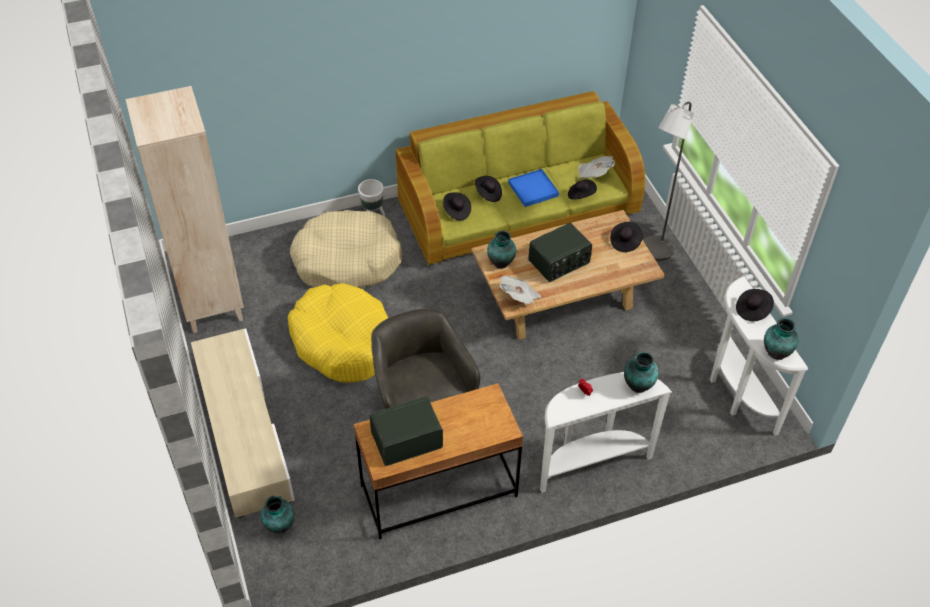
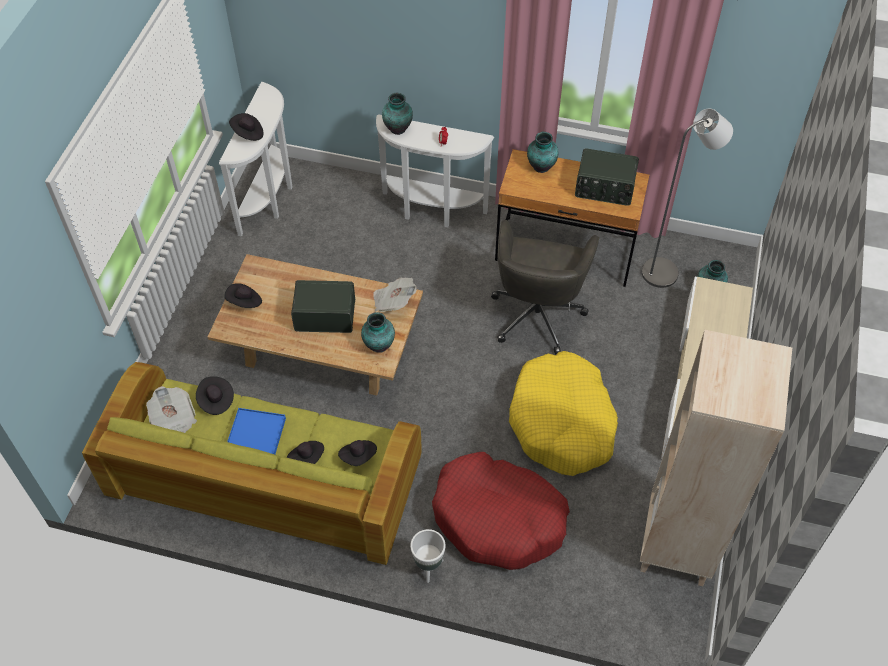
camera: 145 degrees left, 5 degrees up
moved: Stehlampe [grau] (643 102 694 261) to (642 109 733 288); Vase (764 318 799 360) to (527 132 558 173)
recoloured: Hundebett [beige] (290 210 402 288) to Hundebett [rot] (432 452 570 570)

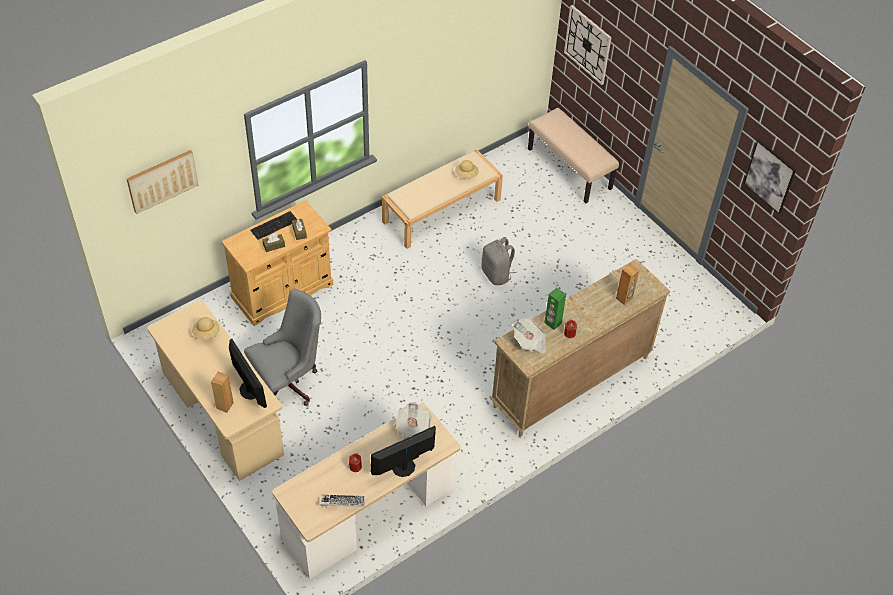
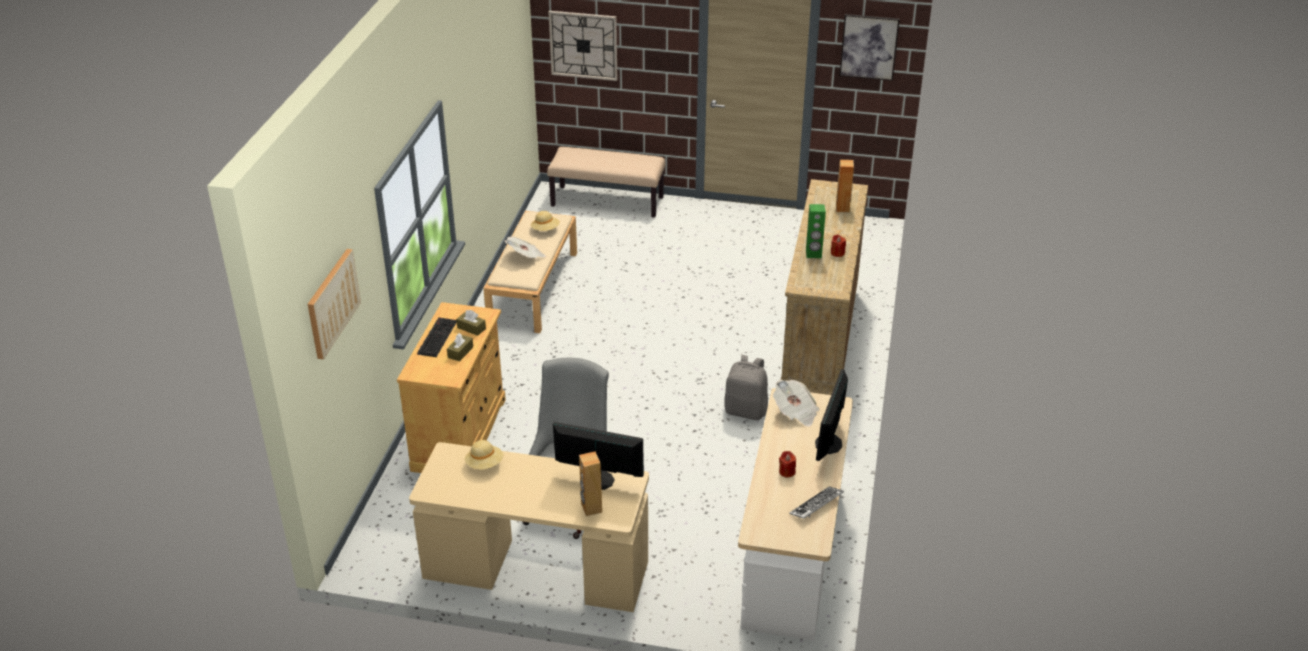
camera: 40 degrees left, 15 degrees down
moved: Rucksack [grau] (481 237 517 285) to (724 355 768 420); Zeitung (513 318 546 353) to (505 237 546 259)

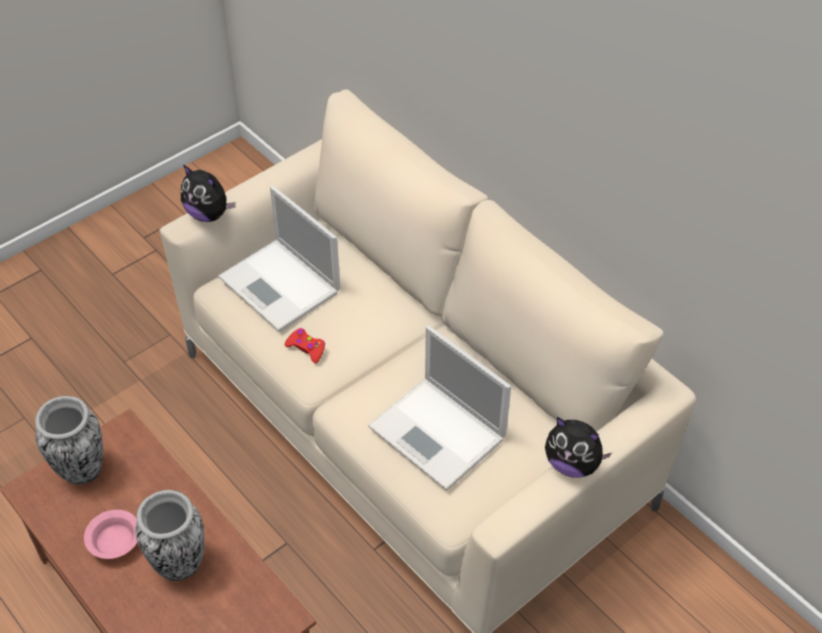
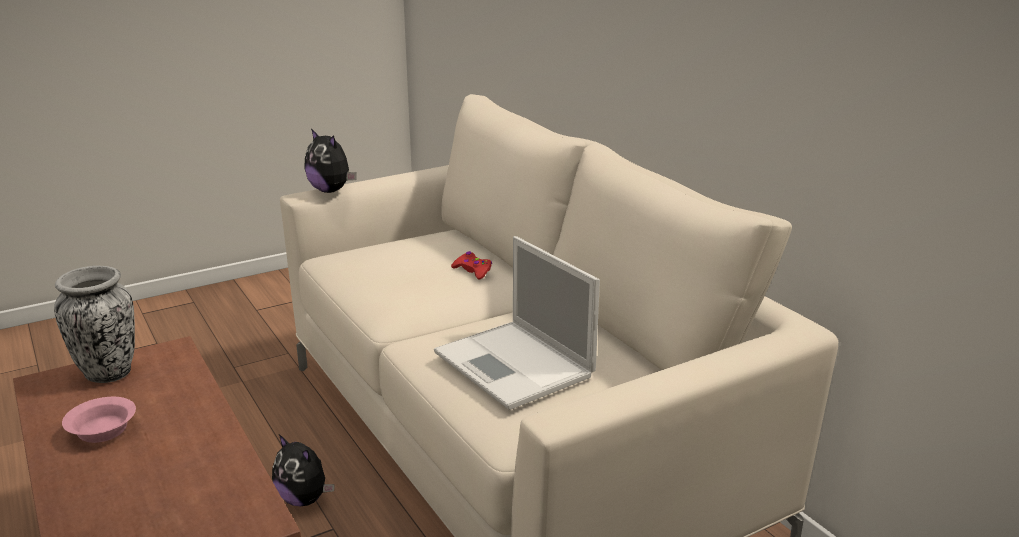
camera: 10 degrees right, 25 degrees down
removed: Vase (135 490 204 581); Laptop (218 186 340 332)
moved: Gamepad [rot] (285 328 325 363) to (451 251 492 279); Plüschtier (545 417 612 478) to (272 435 334 506)

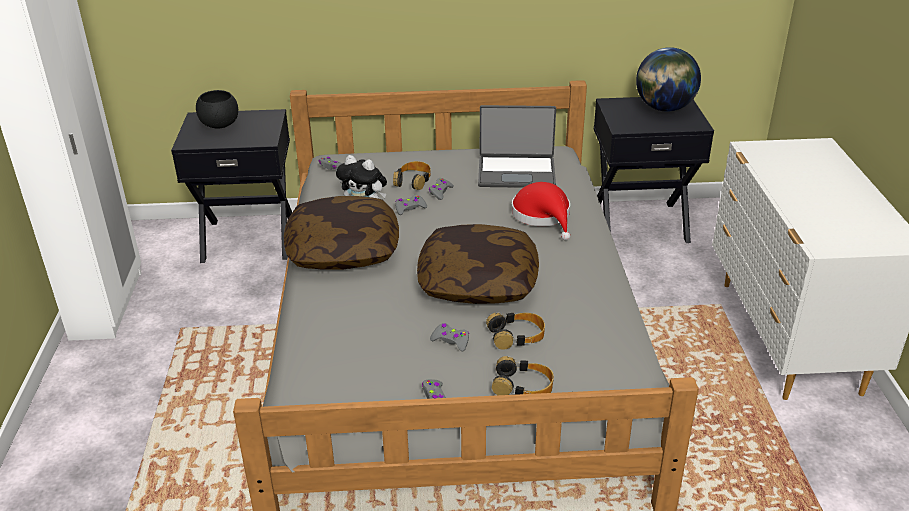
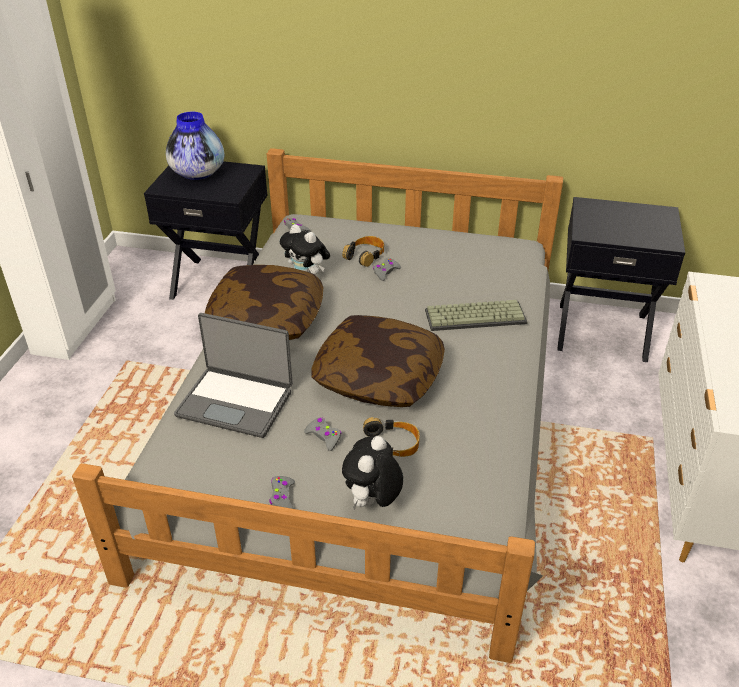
camera: 15 degrees right, 5 degrees up
removed: Gamepad [grau] (395 195 427 215); Globus (636 47 701 112)
moved: Laptop (478 105 556 188) to (174 313 293 438)
replaced: Schüssel [schwarz] (196 90 238 129) to Vase (166 112 225 180); Kopfhörer (492 356 554 395) to Plüschtier (342 436 403 510); Hut [rot] (512 182 570 241) to Tastatur (425 300 528 331)

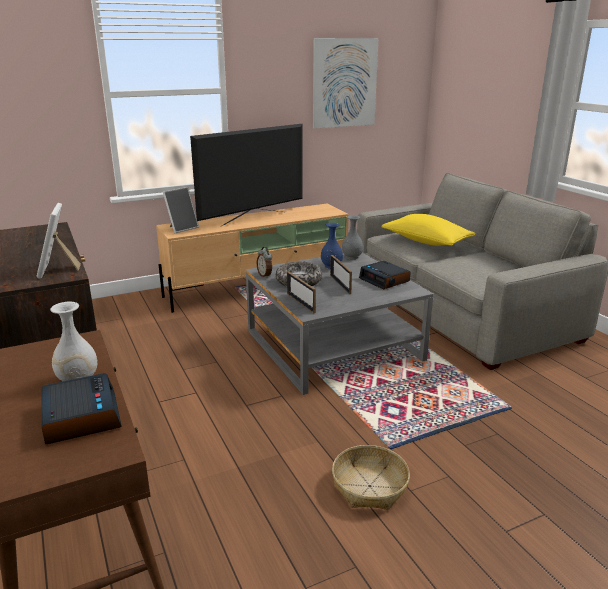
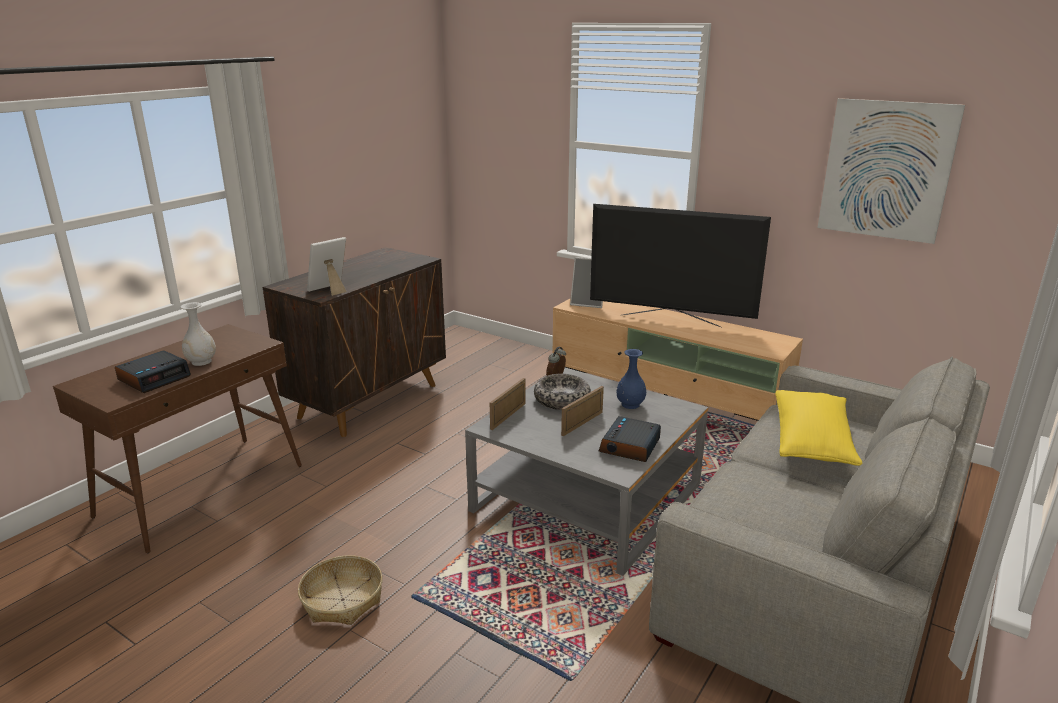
camera: 60 degrees right, 0 degrees up
removed: Vase [grau] (342 215 363 260)

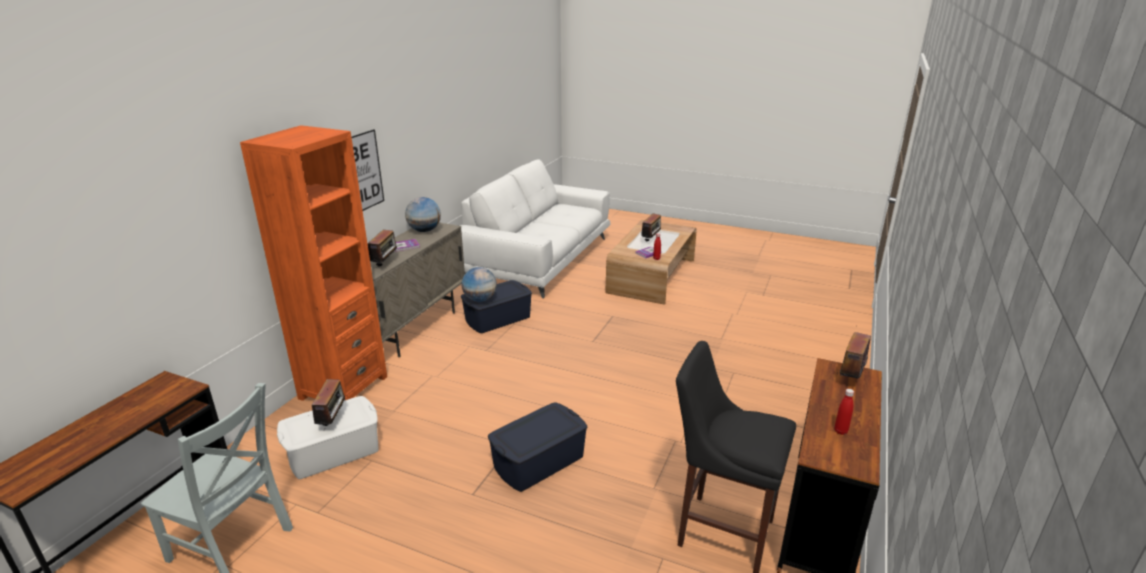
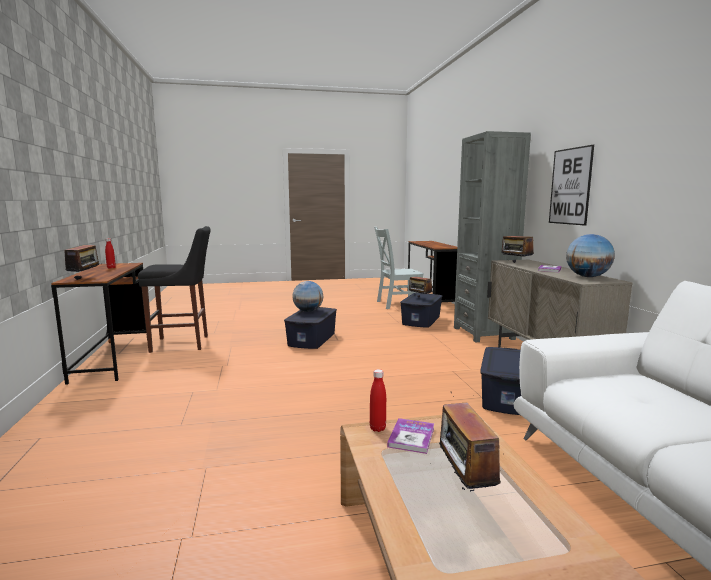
camera: 145 degrees right, 15 degrees down
moved: Globus (461 267 497 302) to (292 281 323 312)
recoloured: Bücherregal [orange] (240 125 387 401) to Bücherregal [grau] (454 131 531 342); Aufbewahrungsbox [weiß] (277 396 379 479) to Aufbewahrungsbox [blau] (400 293 442 328)

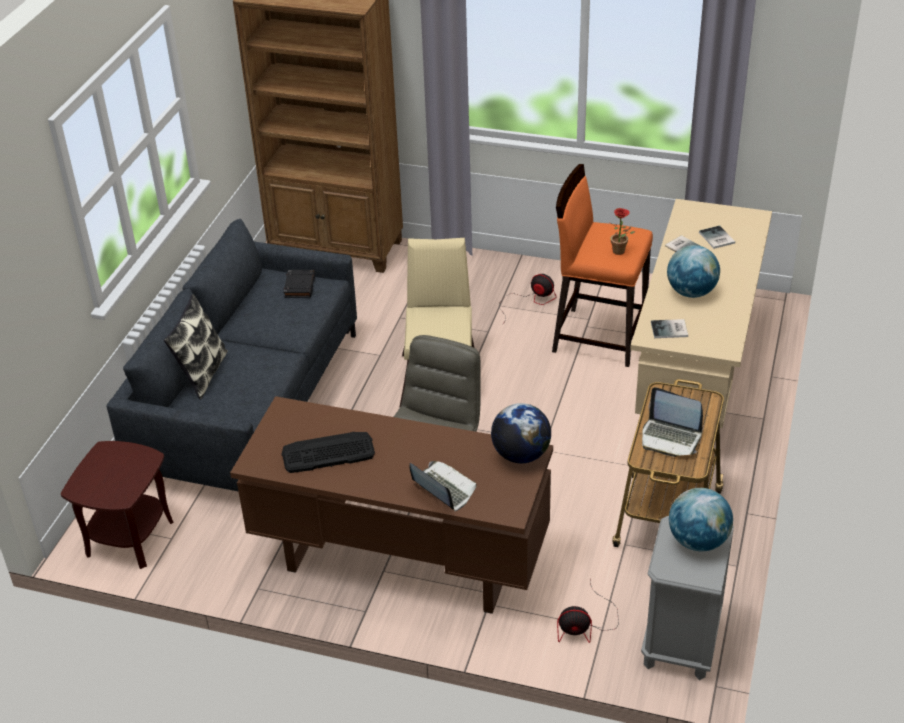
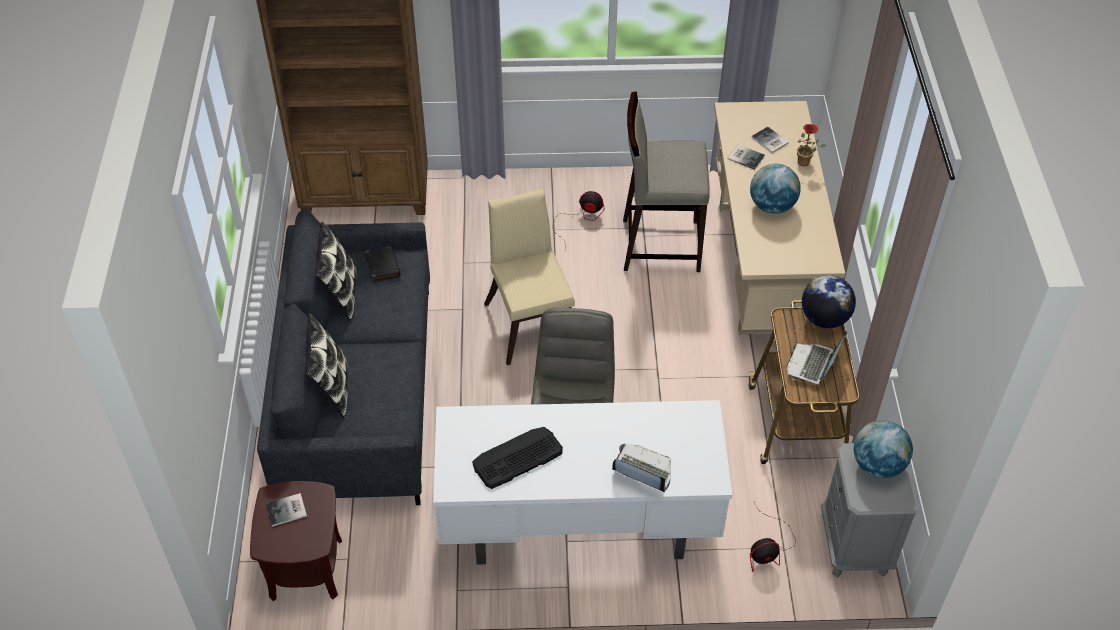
camera: 20 degrees left, 10 degrees up
added: Kissen (316 222 357 321)
moved: Globus (491 403 551 463) to (802 275 856 328); Topfpflanze (611 208 635 255) to (797 124 826 166); Buch (651 319 688 338) to (266 493 307 527)
recoloured: Schreibtisch [braun] (230 396 553 614) to Schreibtisch [weiß] (433 400 733 565); Hocker [orange] (552 164 653 367) to Hocker [beige] (623 91 710 272)
turned: Laptop (642 387 703 457) = (787 331 847 384) 105 degrees clockwise

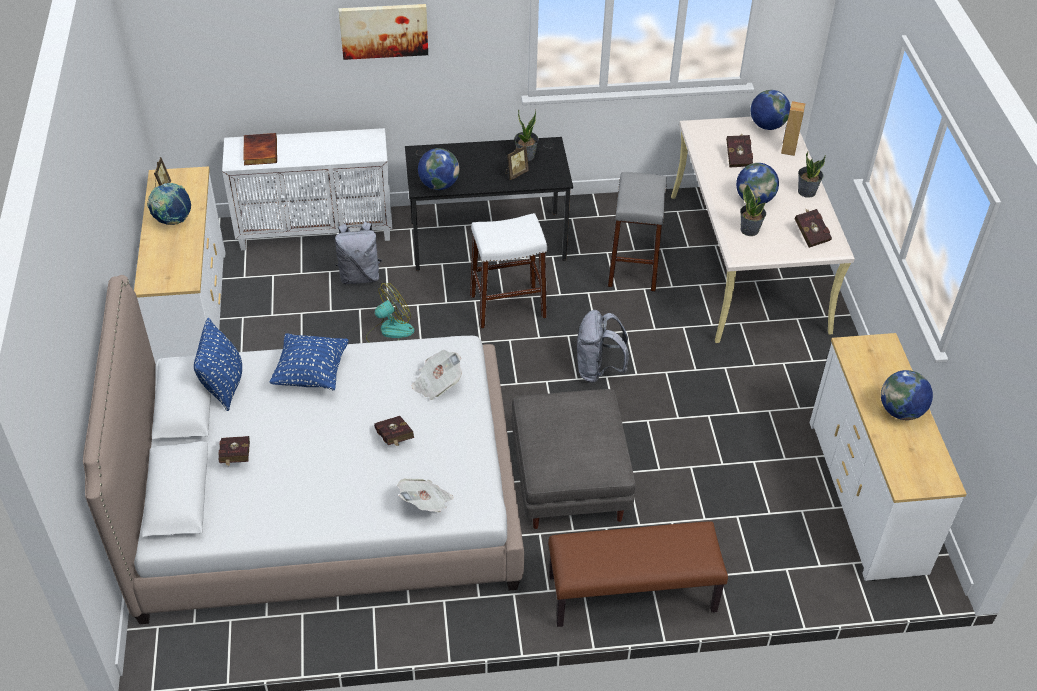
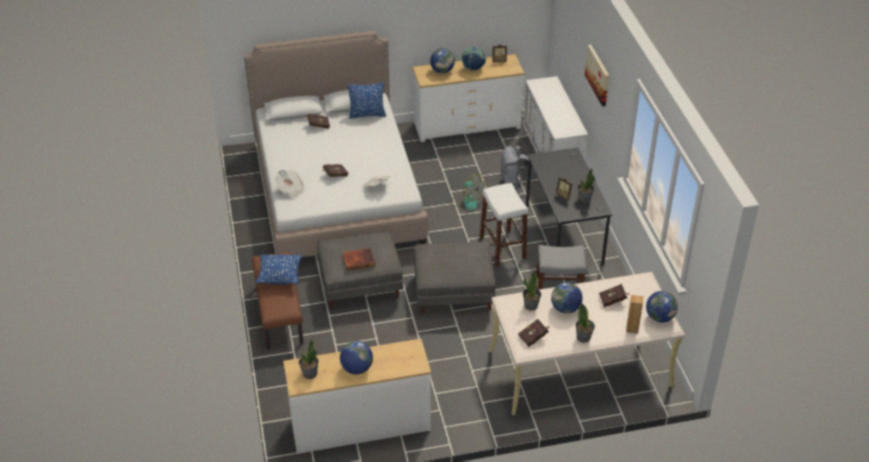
camera: 85 degrees right, 5 degrees down
added: Topfpflanze (299 339 319 379)
moved: Buch (243 133 277 165) to (343 248 375 271); Kissen [blau] (269 333 349 390) to (256 254 302 285); Globus (418 148 459 190) to (430 48 455 73)
replaced: Rucksack [grau] (577 310 629 383) to Polsterhocker [grau] (414 242 496 313)

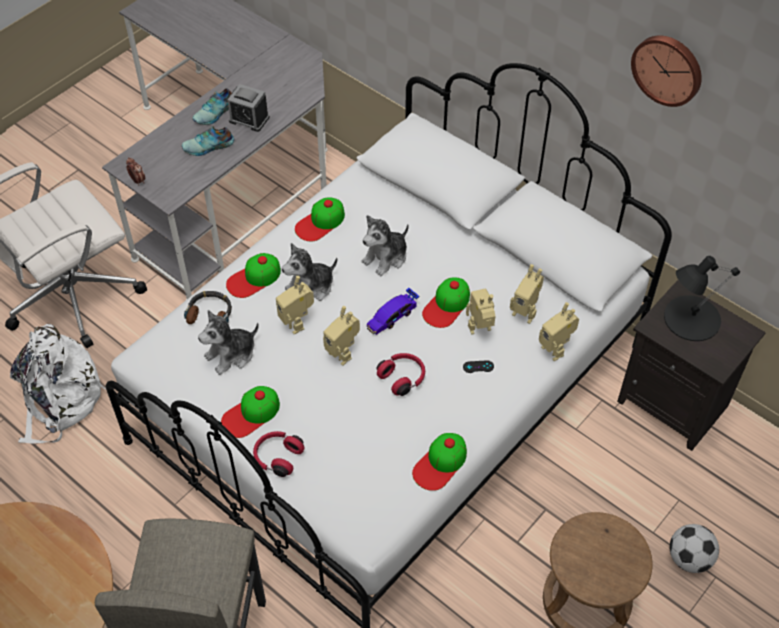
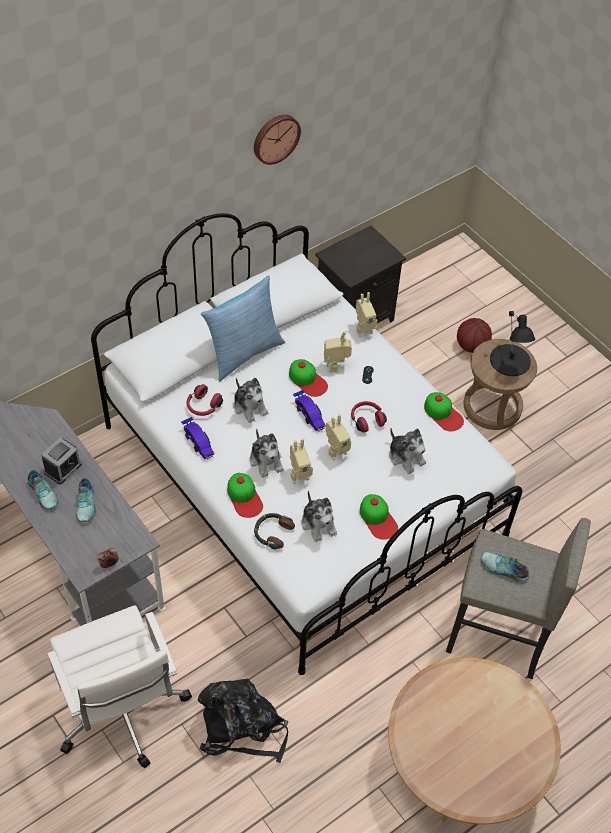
camera: 80 degrees left, 0 degrees up
removed: Spielzeugroboter (510 264 544 324)
added: Kissen (201 276 285 381); Plüschtier (390 428 426 474); Schuh (481 552 529 582)
moved: Kopfhörer [rot] (253 431 305 477) to (187 384 223 416); Tischlampe [schwarz] (664 256 740 341) to (490 311 535 376)
replaced: Kappe (295 197 345 241) to Spielzeugauto (181 417 214 459); Fußball (670 524 719 573) to Basketball (457 318 492 353)
recoloured: Rucksack [weiß] (10 324 106 443) to Rucksack [schwarz] (198 678 288 763)

